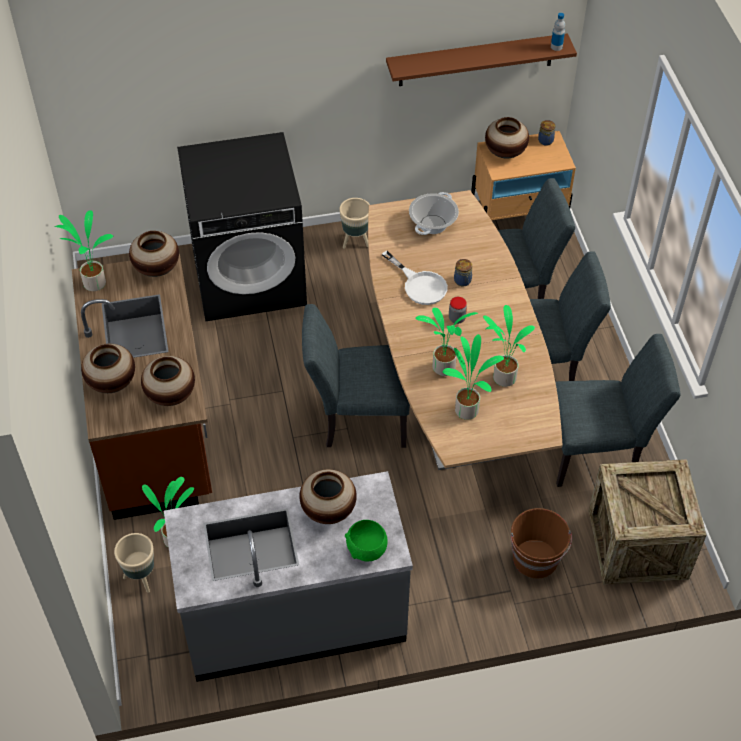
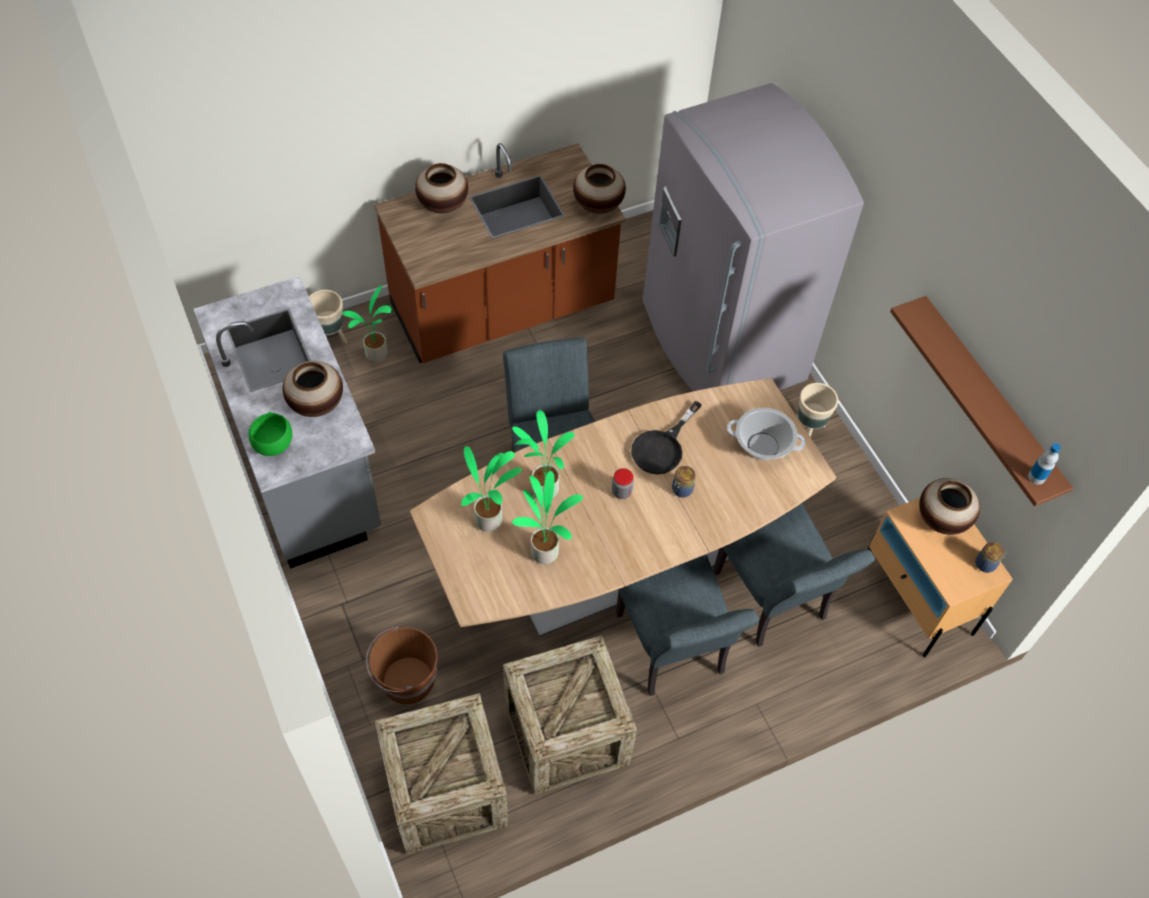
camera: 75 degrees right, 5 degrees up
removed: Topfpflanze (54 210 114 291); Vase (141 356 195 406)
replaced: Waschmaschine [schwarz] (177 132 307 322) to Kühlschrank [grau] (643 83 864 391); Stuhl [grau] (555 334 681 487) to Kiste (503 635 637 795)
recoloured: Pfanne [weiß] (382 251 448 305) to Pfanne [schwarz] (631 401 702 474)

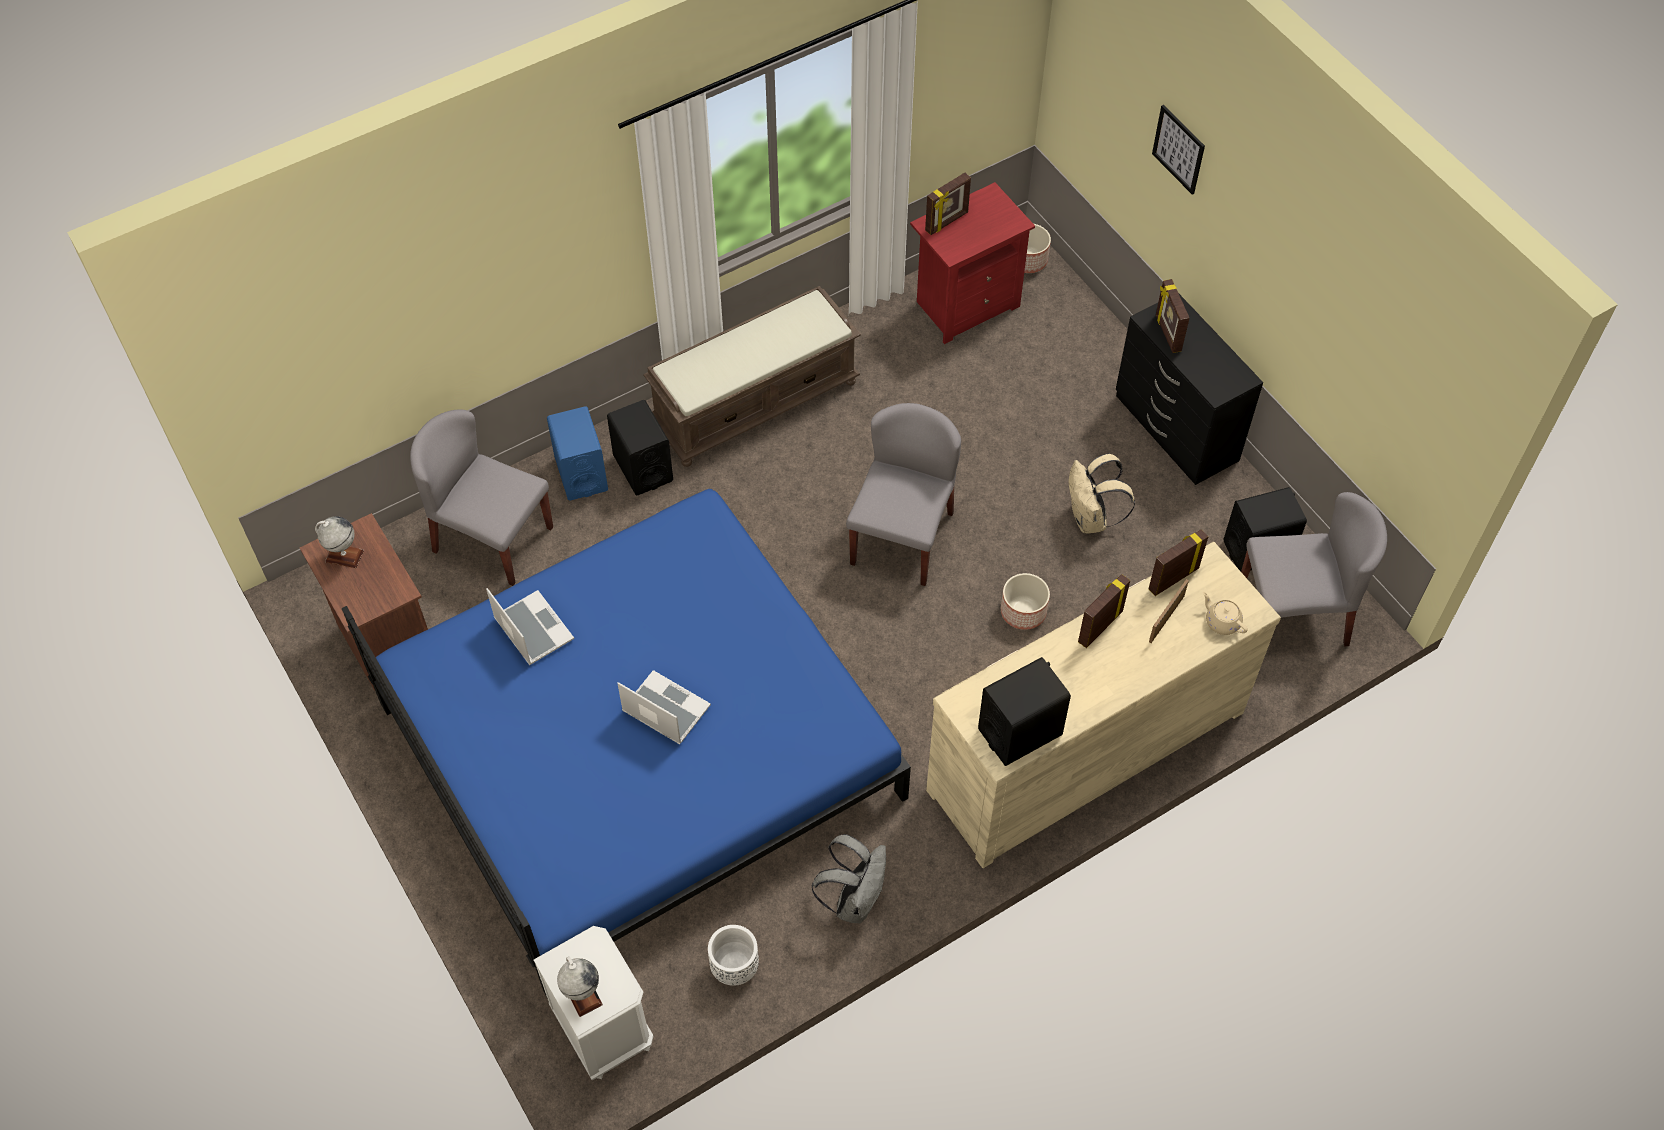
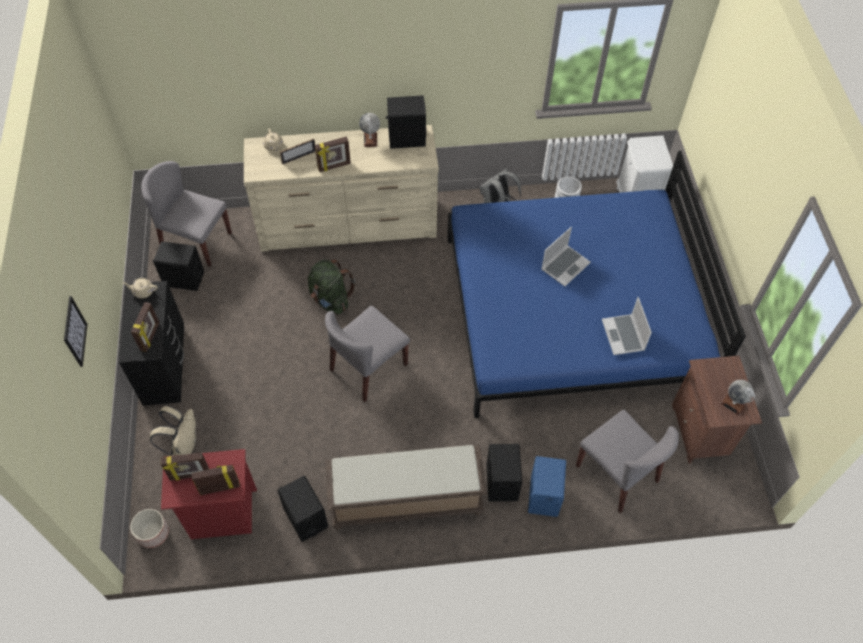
camera: 155 degrees left, 0 degrees up
added: Teekanne [beige] (123 278 158 298); Lautsprecher [schwarz] (277 476 328 542)
moved: Globus (557 957 603 1017) to (359 113 380 147); Rucksack [beige] (1068 454 1135 534) to (150 406 196 456); Bilderrahmen (1148 529 1208 596) to (161 452 209 481)
replaced: Pflanzkübel (1001 573 1050 630) to Rucksack [grün] (308 259 355 314)
turned: Laptop (617 670 711 745) = (541 227 591 286) 105 degrees counterclockwise

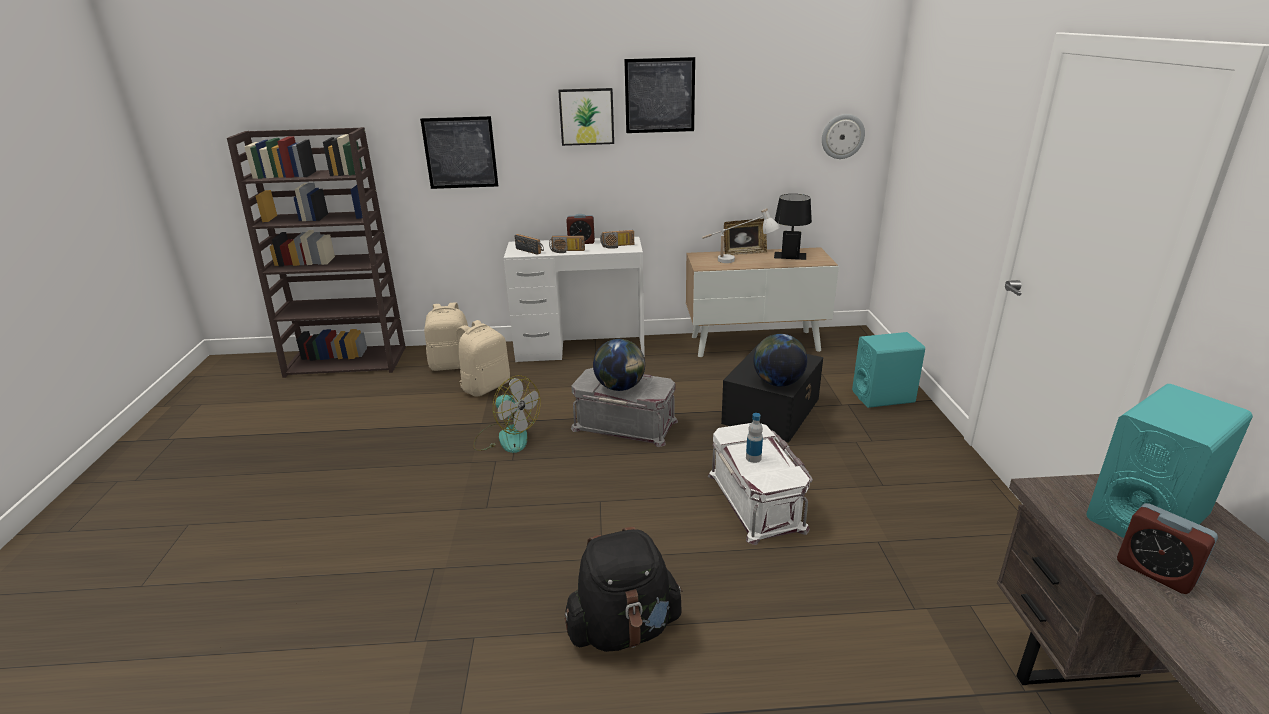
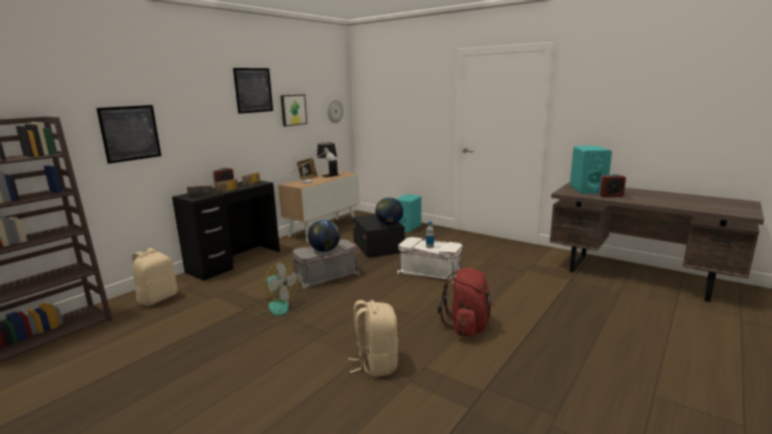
camera: 50 degrees left, 10 degrees down
moved: Rucksack [beige] (456 320 510 397) to (348 300 398 377); Bild (558 88 614 146) to (280 94 307 126)
recoloured: Schreibtisch [weiß] (504 237 645 362) to Schreibtisch [schwarz] (172 180 280 281); Rucksack [schwarz] (565 527 683 652) to Rucksack [rot] (438 268 496 337)
turned: Ventilator (473 375 541 453) = (250 261 298 316) 45 degrees clockwise

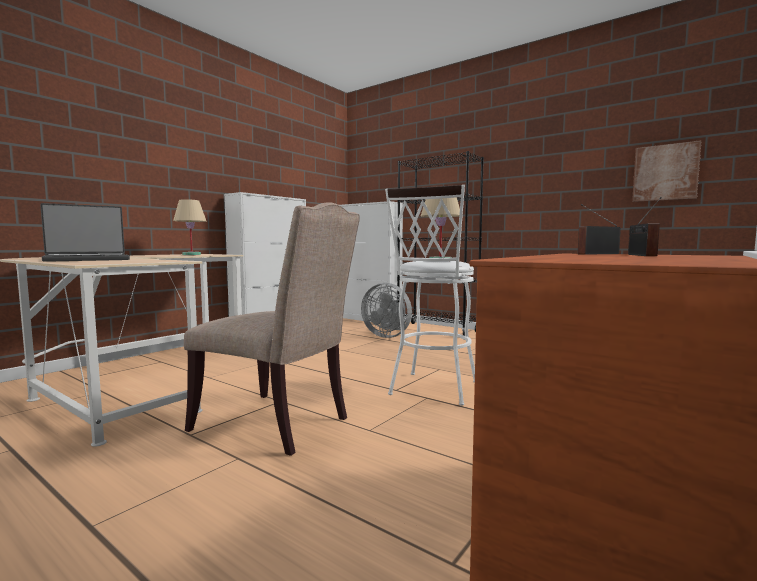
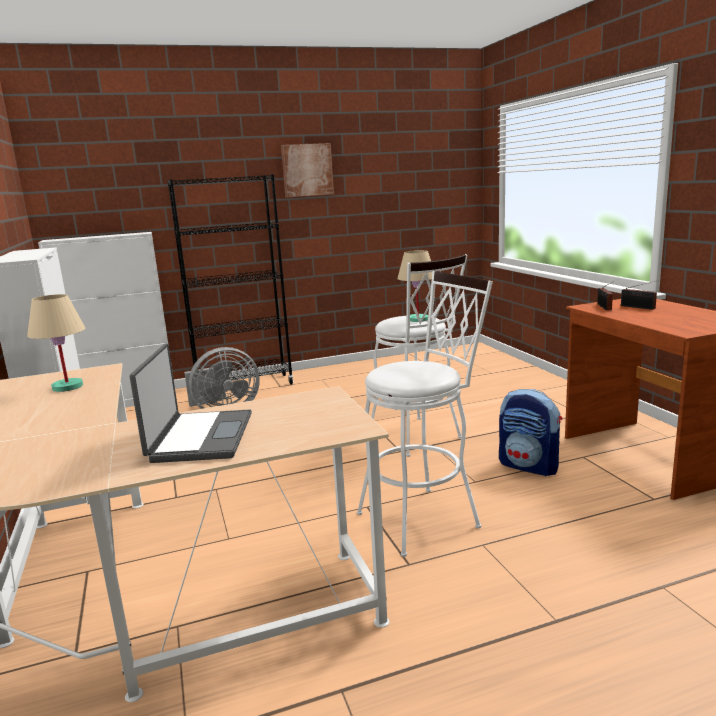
camera: 55 degrees left, 10 degrees up
added: Rucksack (499 389 562 476)
moved: Bild (632 140 701 202) to (281 143 334 198)
replaced: Stuhl [beige] (184 202 360 456) to Hocker [weiß] (357 271 493 557)

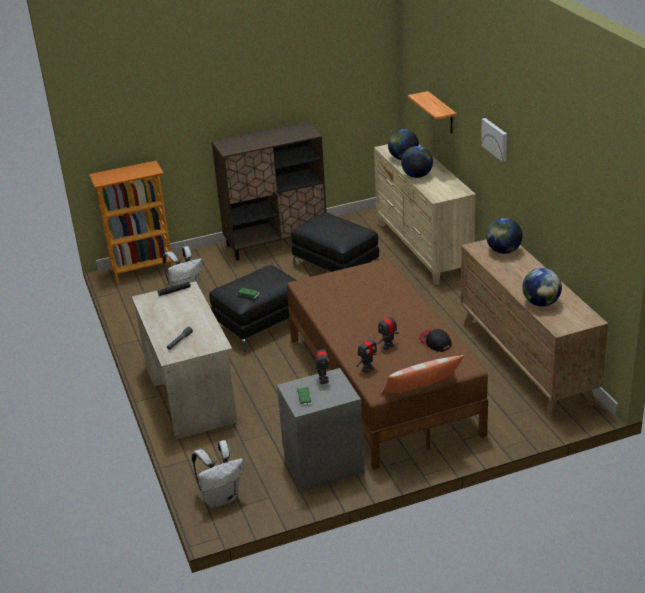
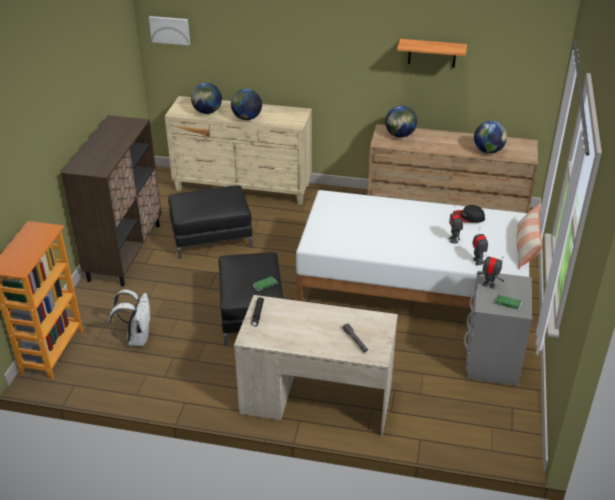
camera: 60 degrees left, 5 degrees up
removed: Rucksack [weiß] (192 440 244 508)
moved: Wandregal (408 91 457 134) to (397 39 467 68); Bild (481 118 507 162) to (149 16 190 45)
recoloured: Bett [braun] (287 258 488 470) to Bett [weiß] (296 190 529 308)

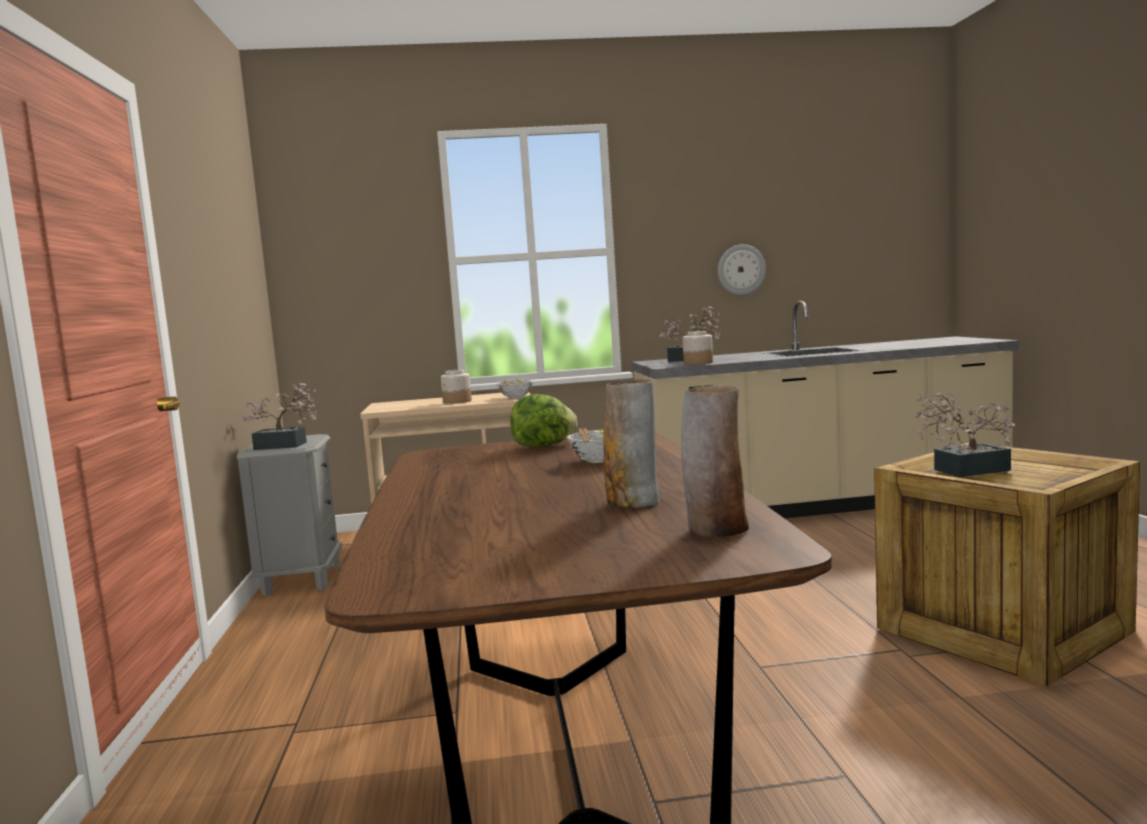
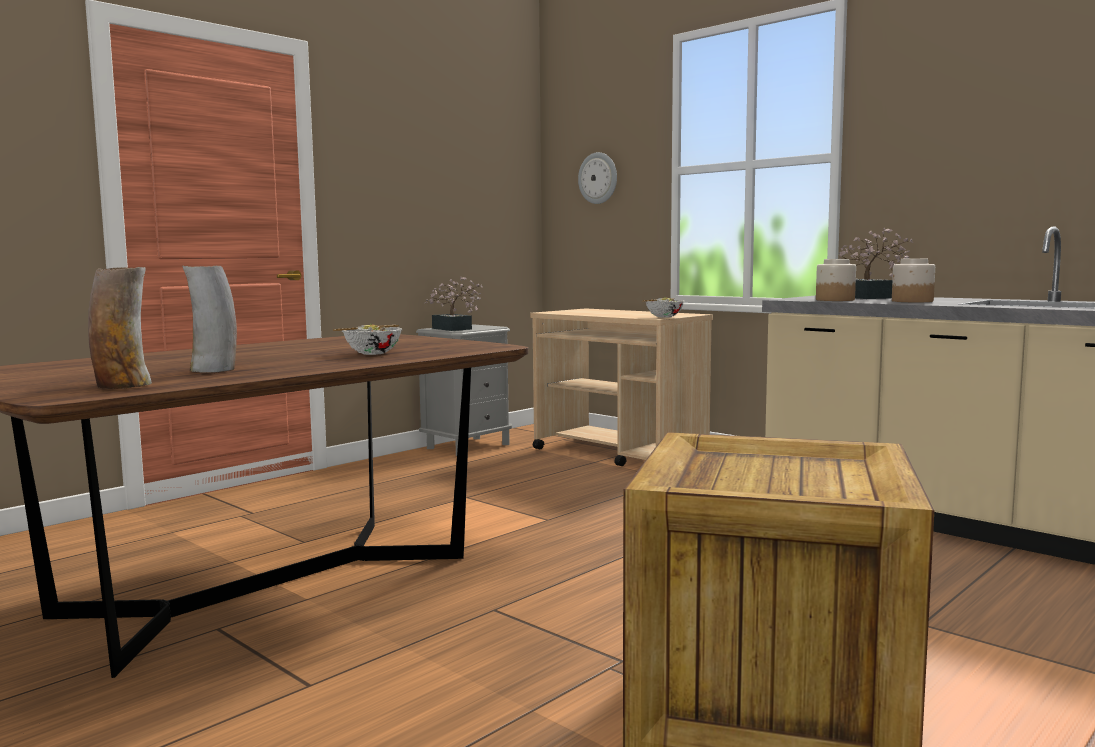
camera: 50 degrees right, 0 degrees up
removed: Salatkopf (510 394 577 447); Topfpflanze (914 390 1015 477)
moved: Vorratsglas (441 370 472 404) to (892 258 935 302); Wanduhr (718 244 766 295) to (578 152 617 204)

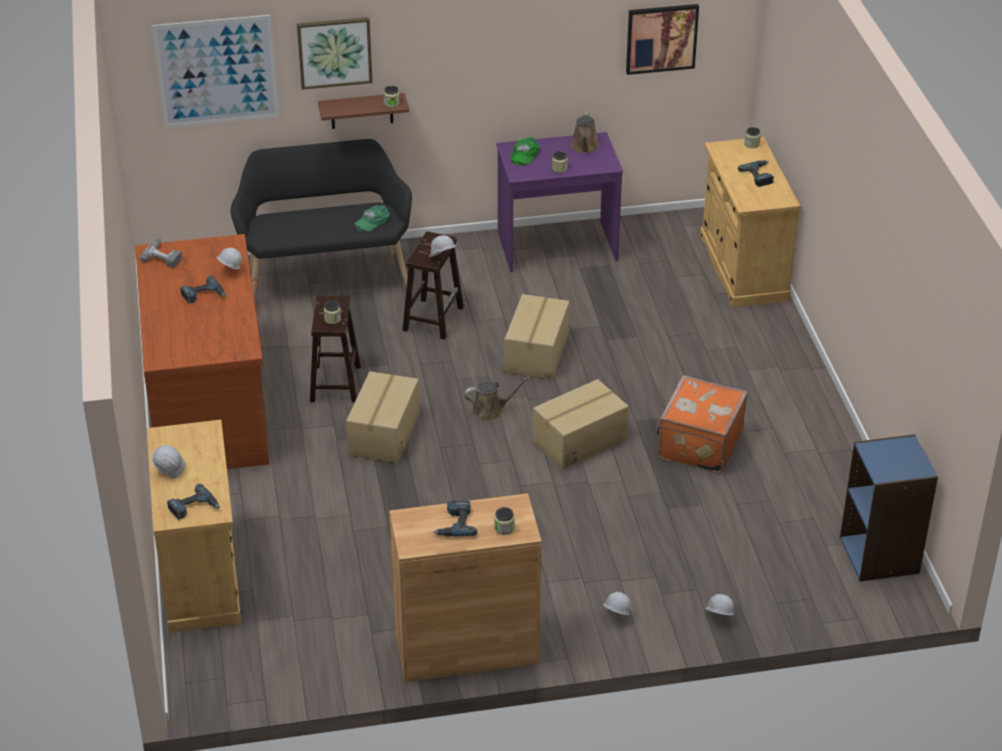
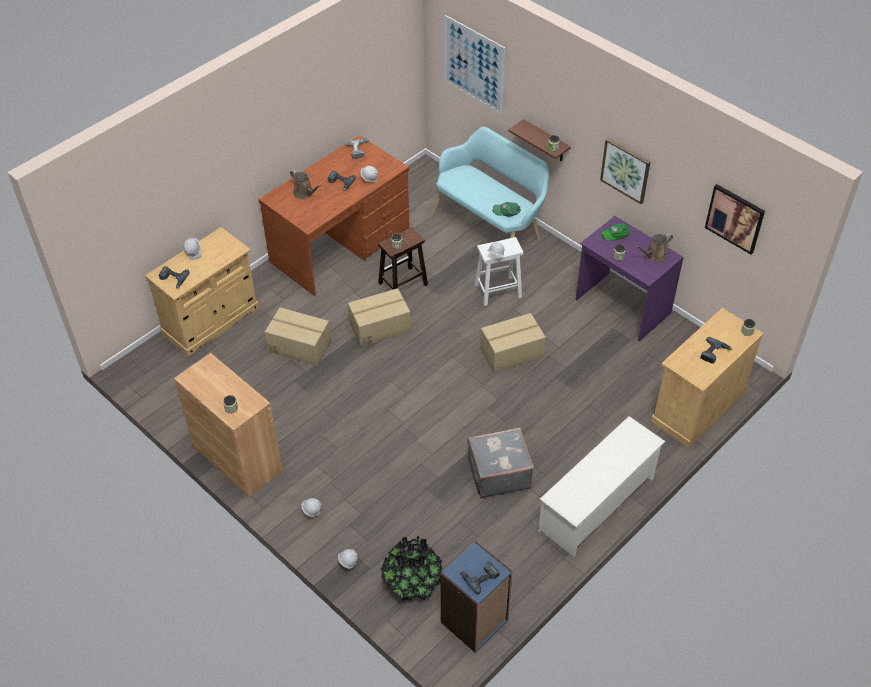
camera: 55 degrees right, 10 degrees up
added: Topfpflanze (381 536 442 601); Schuhregal [weiß] (538 416 666 557)
moved: Bild (297 17 373 90) to (600 138 650 204); Bohrmaschine (433 501 477 536) to (460 561 500 594); Gießkanne [braun] (464 376 530 421) to (290 170 321 199); Karton (533 379 629 470) to (265 307 331 365)
recoloured: Bank [schwarz] (230 139 412 299) to Bank [türkis] (432 127 549 242); Hocker [braun] (403 232 464 340) to Hocker [weiß] (475 237 523 306); Koffer [orange] (657 375 748 474) to Koffer [grau] (468 427 534 498)

